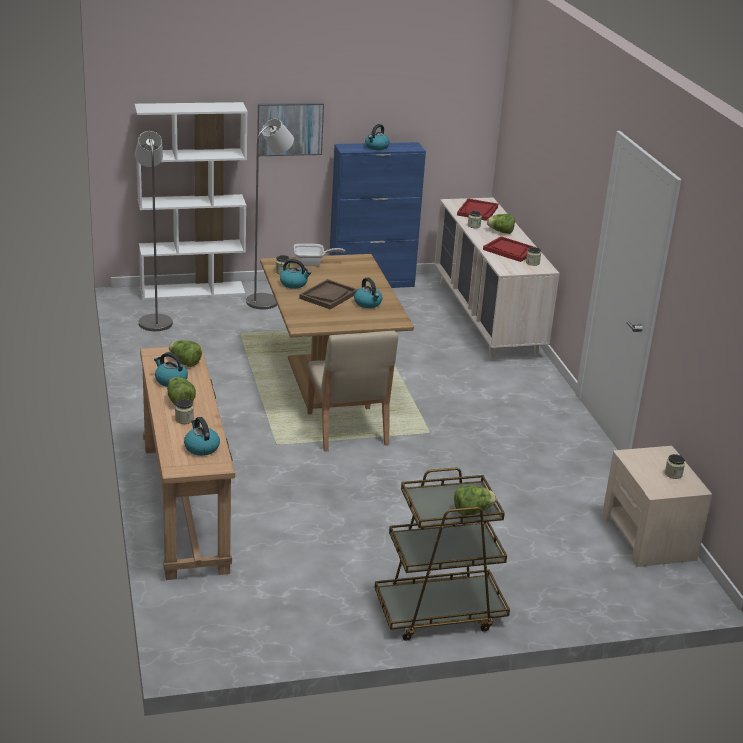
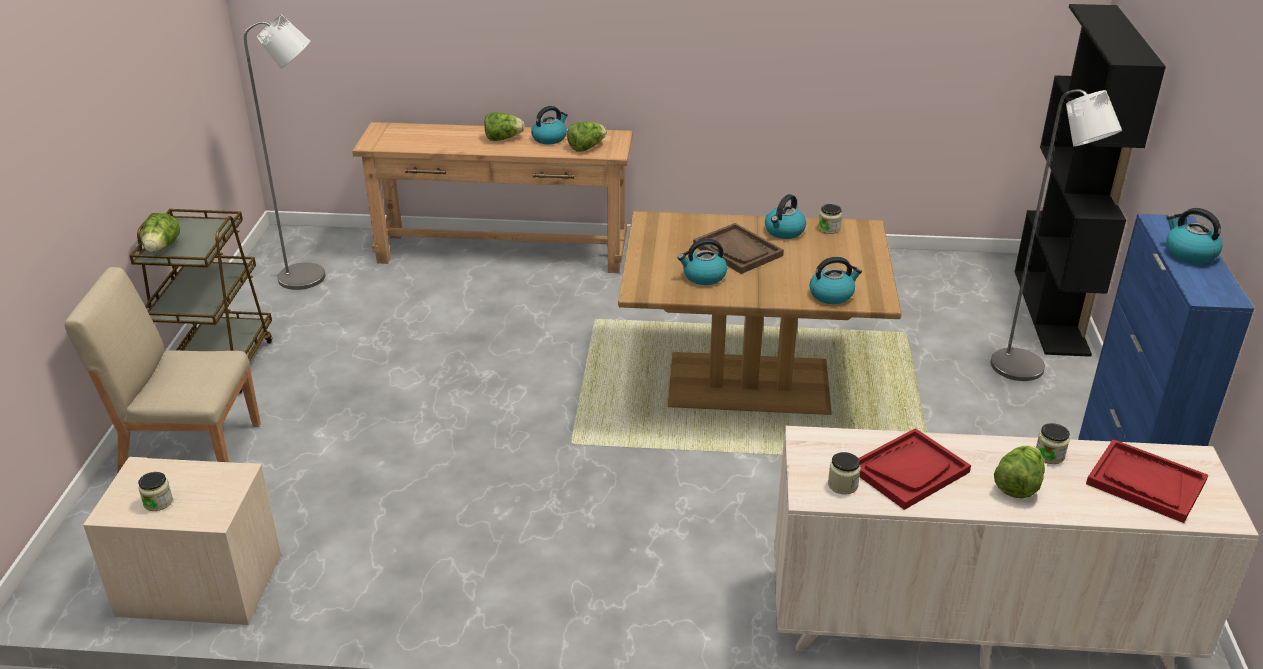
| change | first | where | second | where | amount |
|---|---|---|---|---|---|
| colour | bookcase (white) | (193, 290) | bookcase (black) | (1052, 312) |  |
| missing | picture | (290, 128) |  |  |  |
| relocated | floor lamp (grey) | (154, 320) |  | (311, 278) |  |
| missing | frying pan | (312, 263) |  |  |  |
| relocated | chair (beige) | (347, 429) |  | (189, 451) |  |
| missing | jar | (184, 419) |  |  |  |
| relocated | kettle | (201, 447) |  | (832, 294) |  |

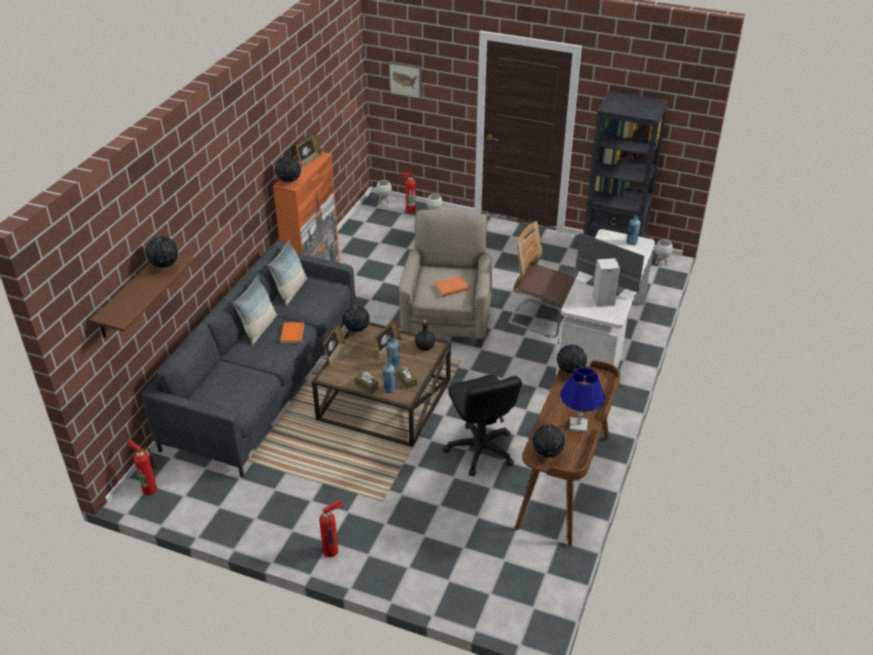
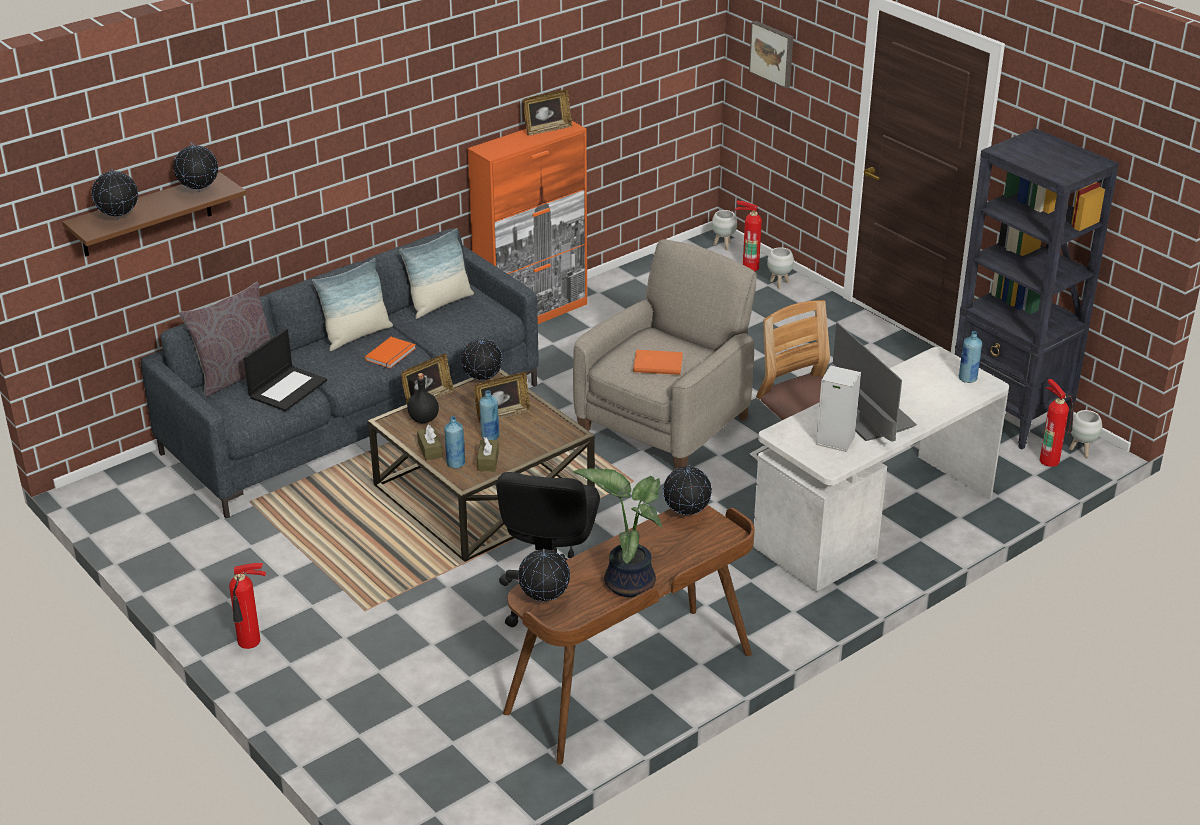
| change | first | where | second | where | amount |
|---|---|---|---|---|---|
| relocated | globe | (289, 183) |  | (119, 219) |  |
| relocated | bottle (black) | (424, 347) |  | (423, 419) |  |
| exchanged | table lamp (blue) | (578, 425) | potted plant | (628, 582) |  |
| relocated | fire extinguisher | (150, 488) |  | (1050, 459) |  |
| appeared |  |  | pillow (grey) | (237, 375) |  |
| appeared |  |  | laptop | (288, 388) |  |

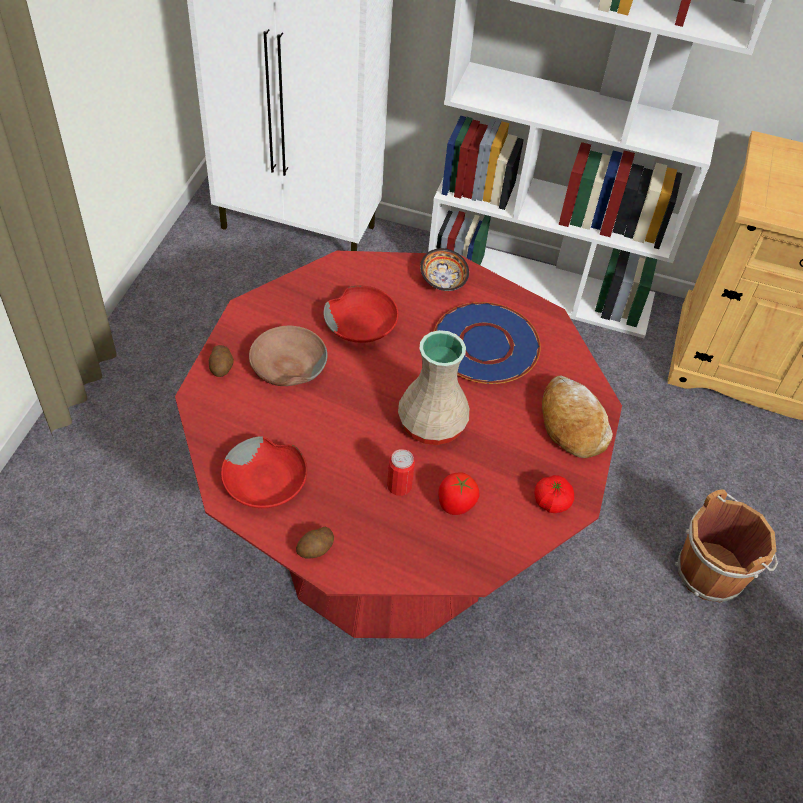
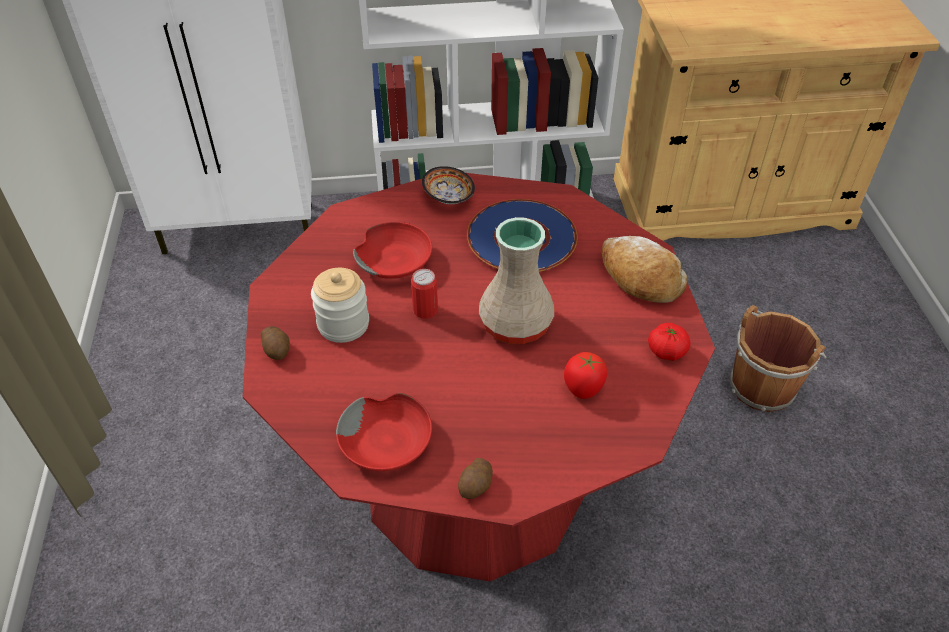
| change | first | where | second | where | amount |
|---|---|---|---|---|---|
| exchanged | bowl (brown) | (287, 365) | jar | (343, 324) |  |
| relocated | can | (399, 485) |  | (425, 310) |  |

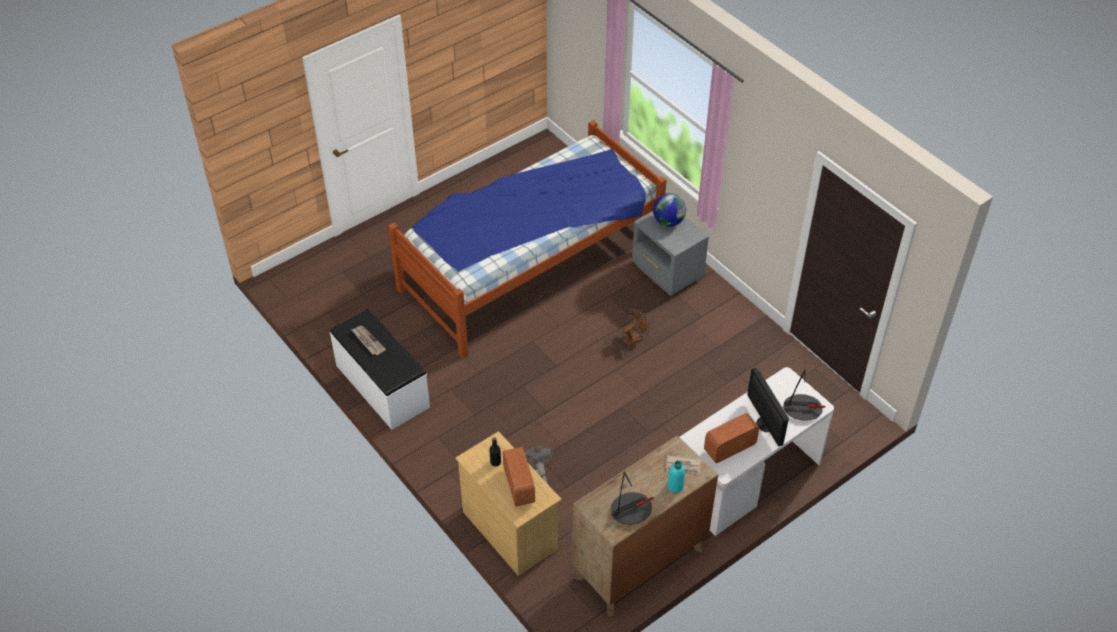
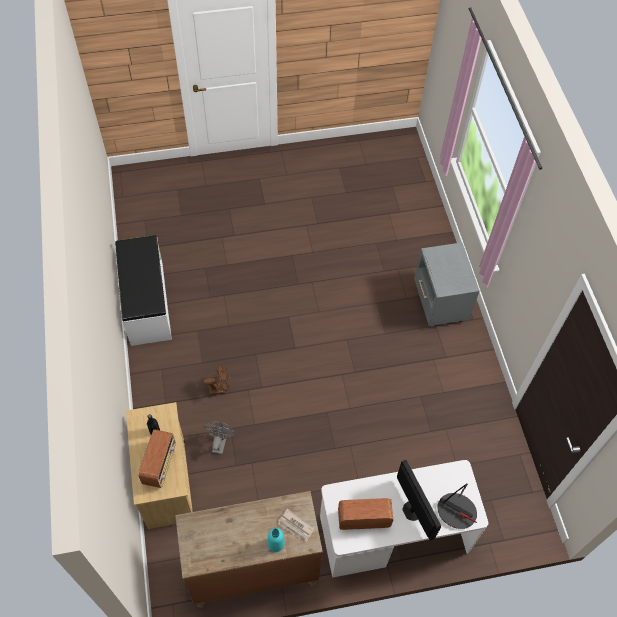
| change | first | where | second | where | amount |
|---|---|---|---|---|---|
| missing | bed | (529, 265) |  |  |  |
| missing | globe | (668, 221) |  |  |  |
| relocated | fan (brown) | (635, 338) |  | (220, 389) |  |
| missing | newspaper | (367, 341) |  |  |  |
| spun | monitor | (765, 424) |  | (412, 510) | 150 degrees clockwise |
| missing | table lamp | (631, 509) |  |  |  |

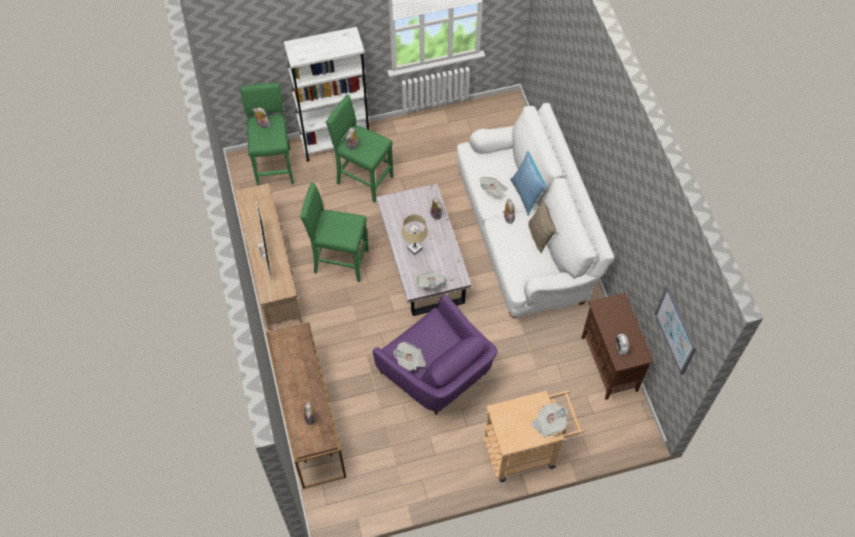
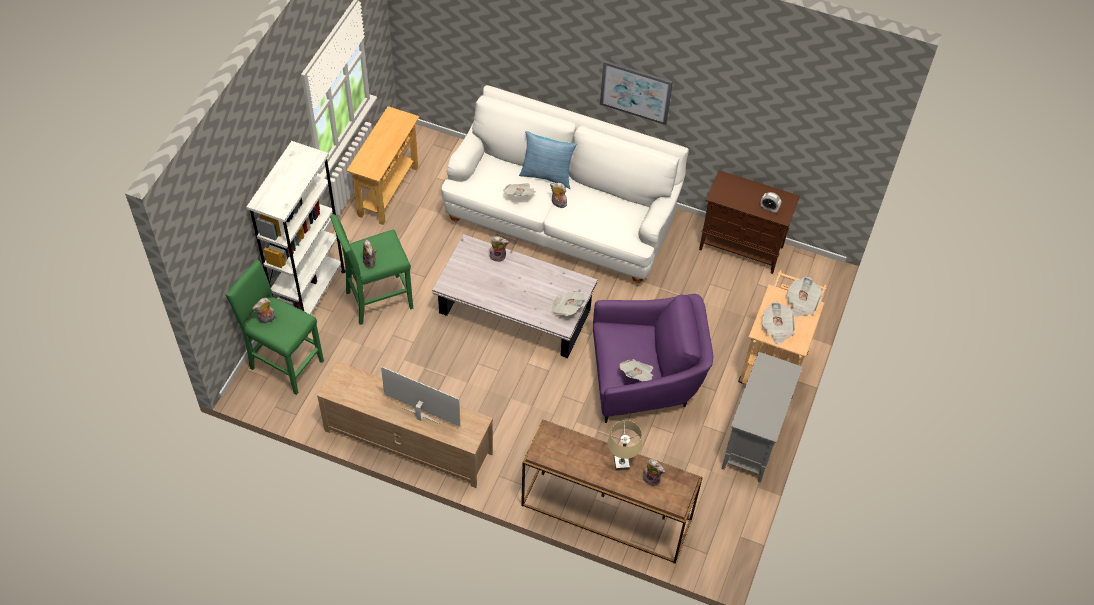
| change | first | where | second | where | amount |
|---|---|---|---|---|---|
| missing | stool (green) | (339, 261) |  |  |  |
| missing | pillow (beige) | (539, 236) |  |  |  |
| relocated | table lamp (beige) | (415, 249) |  | (621, 463) |  |
| relocated | picture | (676, 330) |  | (635, 92) |  |
| appeared |  |  | console table (beige) | (388, 191) |  |
| appeared |  |  | newspaper | (777, 328) |  |
| appeared |  |  | cabinet (grey) | (753, 442) |  |

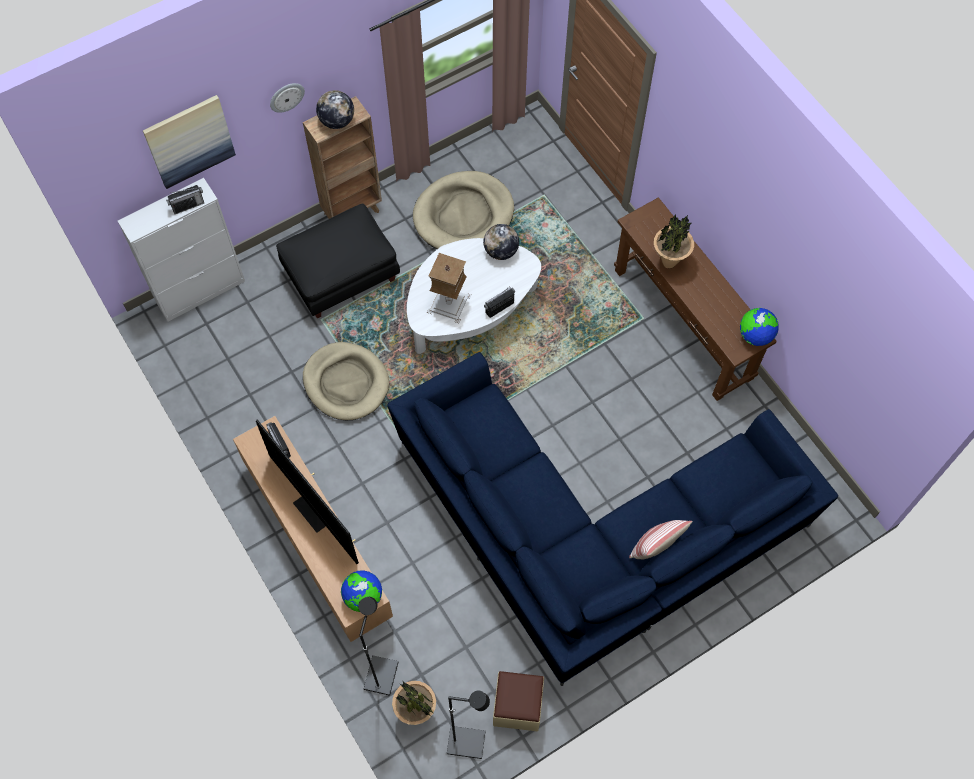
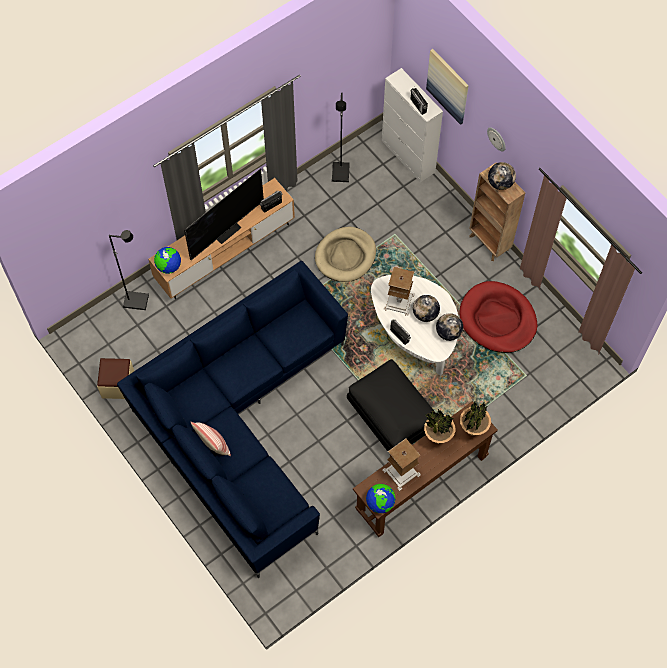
| change | first | where | second | where | amount |
|---|---|---|---|---|---|
| colour | dog bed (beige) | (463, 215) | dog bed (red) | (497, 319) |  |
| relocated | ottoman (black) | (341, 275) |  | (392, 417) |  |
| relocated | potted plant | (416, 711) |  | (472, 431) |  |
| relocated | floor lamp (black) | (466, 741) |  | (341, 173) |  |
| appeared |  |  | globe | (425, 314) |  |
| appeared |  |  | table lamp | (402, 472) |  |

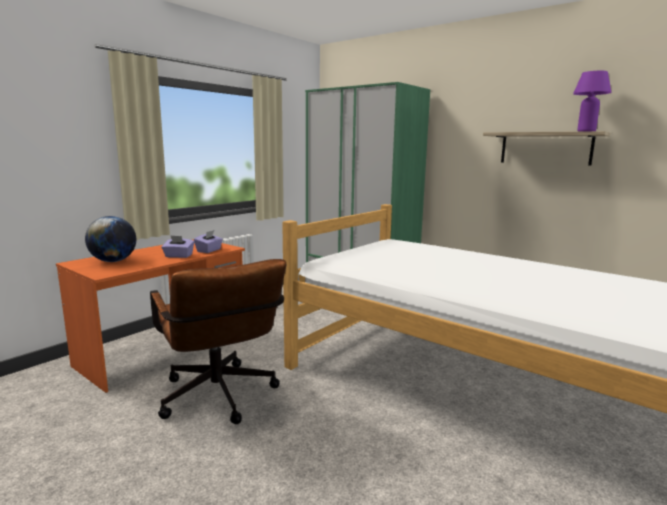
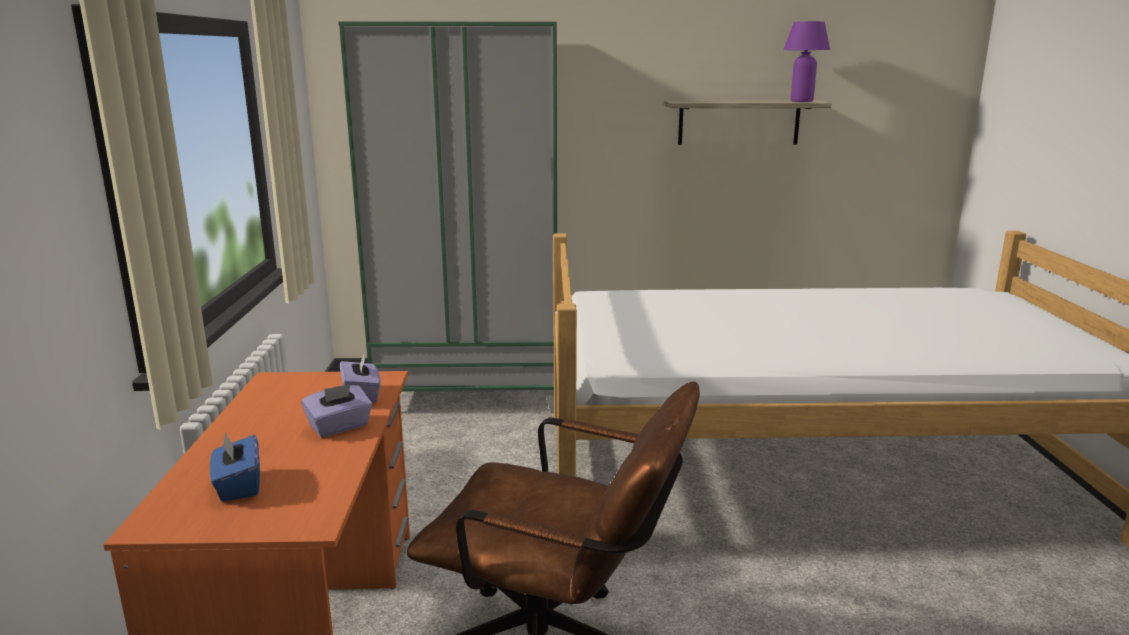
| change | first | where | second | where | amount |
|---|---|---|---|---|---|
| exchanged | globe | (113, 261) | tissue box (blue) | (238, 486) |  |

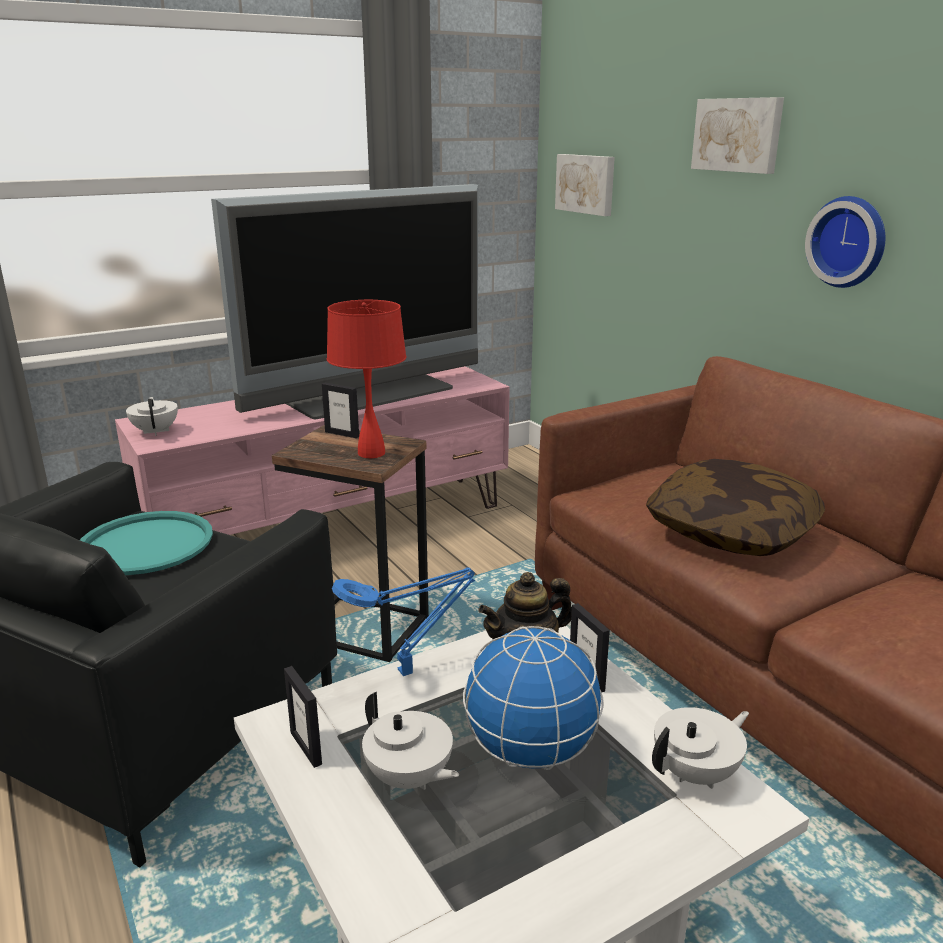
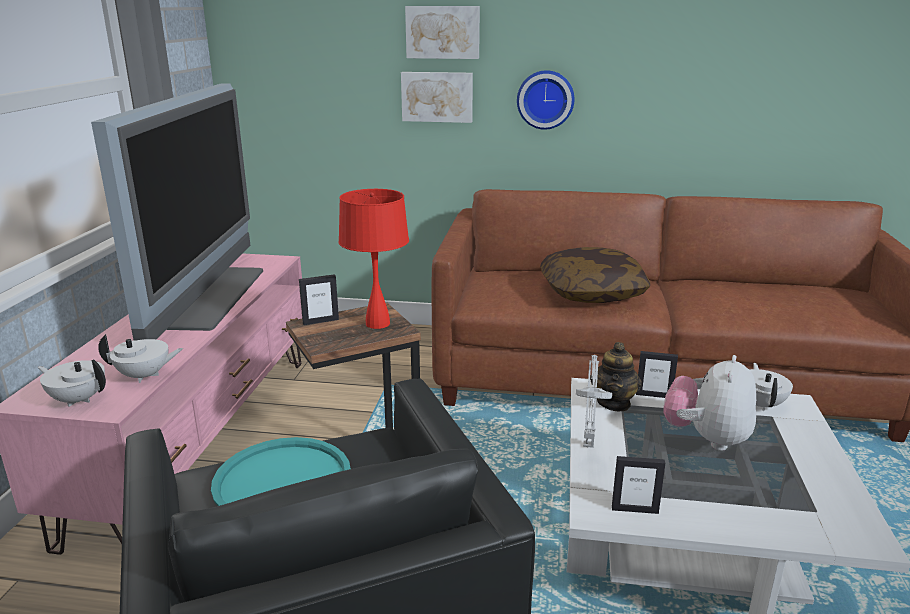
| change | first | where | second | where | amount |
|---|---|---|---|---|---|
| relocated | picture | (586, 184) |  | (437, 96) |  |
| colour | table lamp (blue) | (409, 671) | table lamp (grey) | (588, 444) |  |
| exchanged | globe | (530, 752) | plush toy | (706, 438) |  |
| relocated | teapot (white) | (409, 778) |  | (144, 376) |  |

